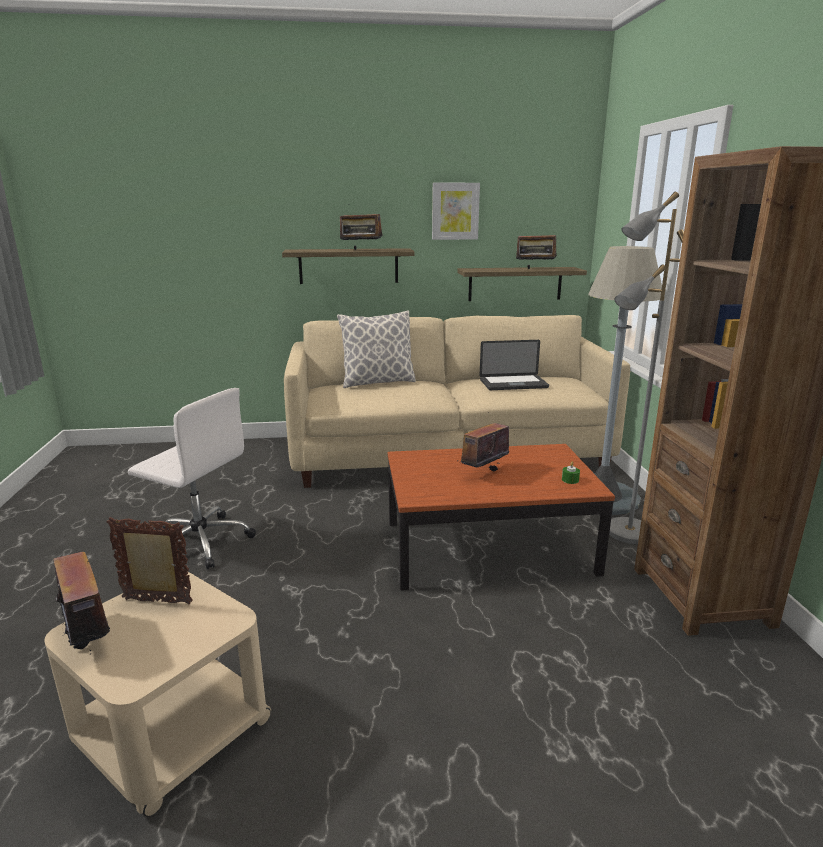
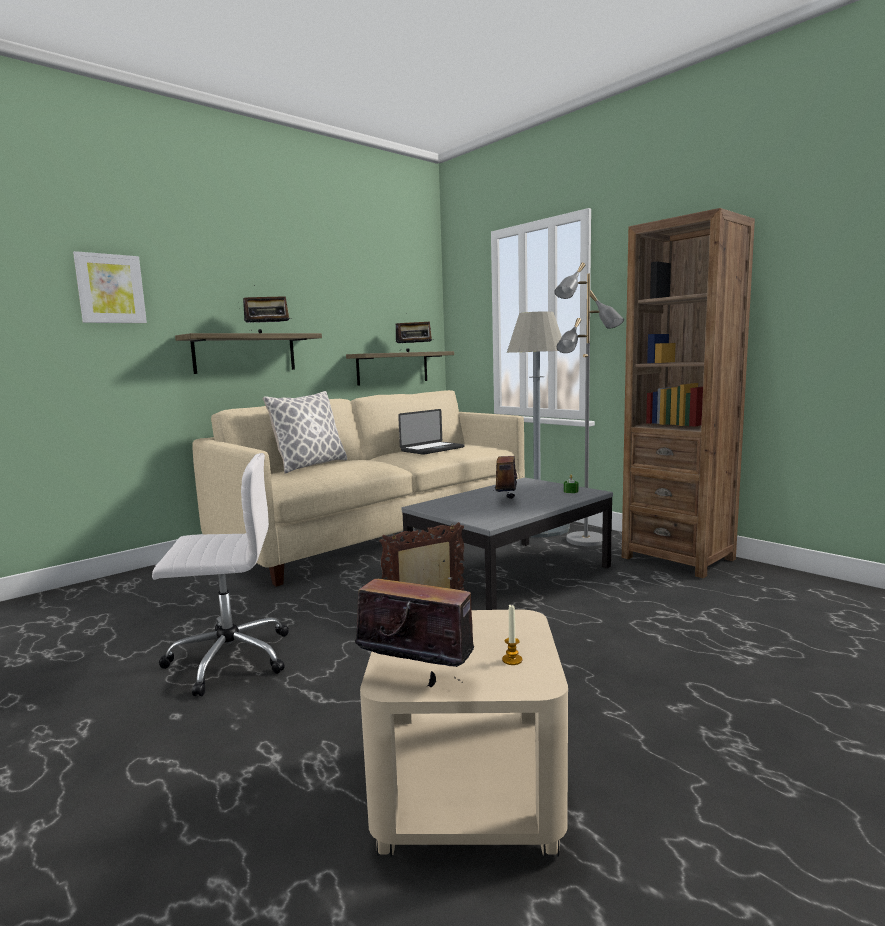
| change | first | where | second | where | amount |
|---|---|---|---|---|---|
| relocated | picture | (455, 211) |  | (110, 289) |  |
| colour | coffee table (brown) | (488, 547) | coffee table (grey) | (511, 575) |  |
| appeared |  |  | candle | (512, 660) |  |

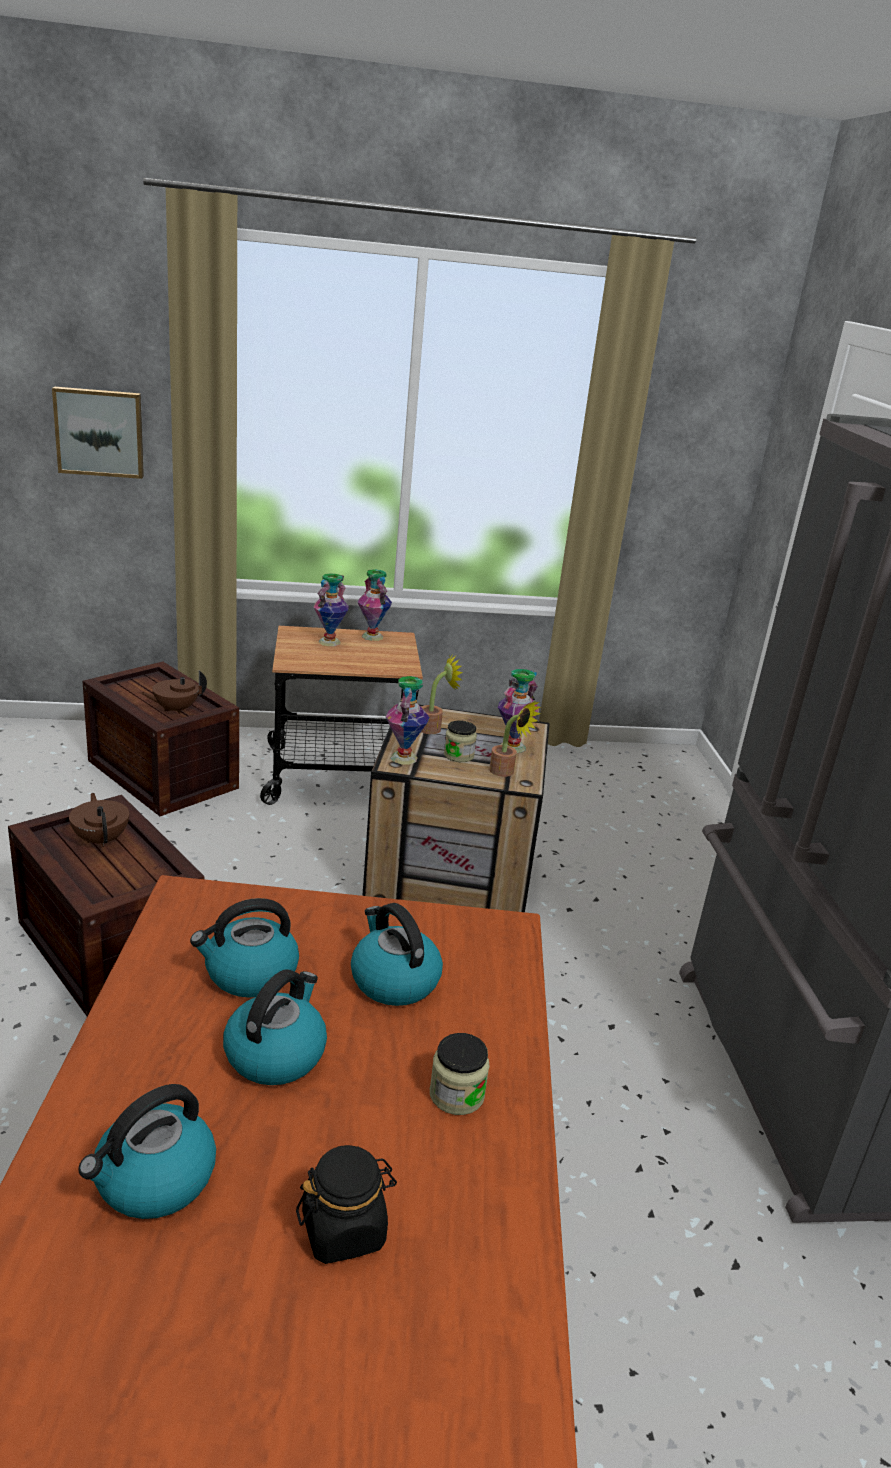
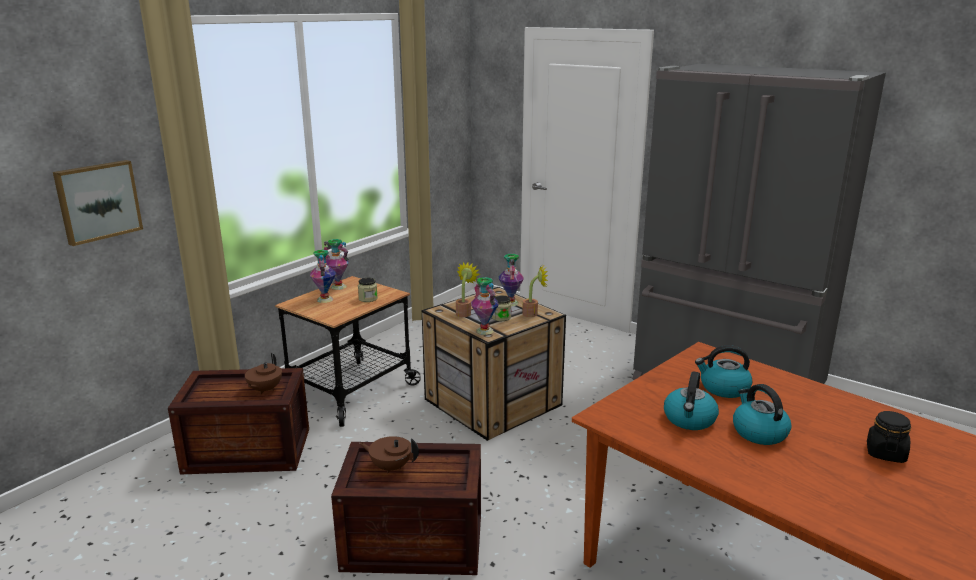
| change | first | where | second | where | amount |
|---|---|---|---|---|---|
| relocated | jar | (456, 1094) |  | (368, 299) |  |
| missing | kettle | (153, 1180) |  |  |  |

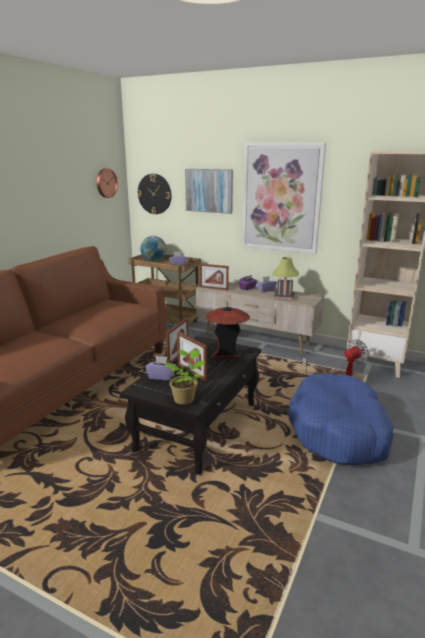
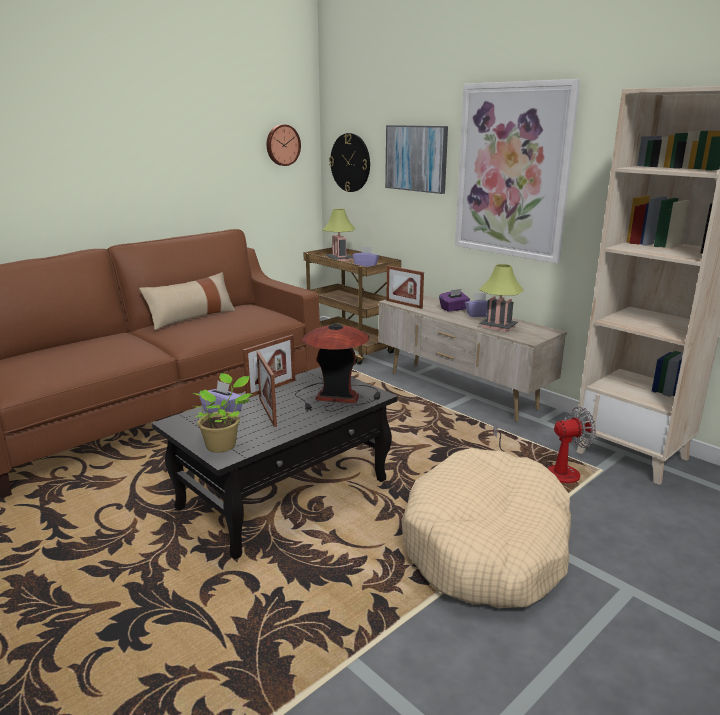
| change | first | where | second | where | amount |
|---|---|---|---|---|---|
| exchanged | globe | (154, 261) | table lamp | (339, 259) |  |
| colour | dog bed (blue) | (339, 431) | dog bed (beige) | (487, 546) |  |
| appeared |  |  | pillow (beige) | (192, 318) |  |

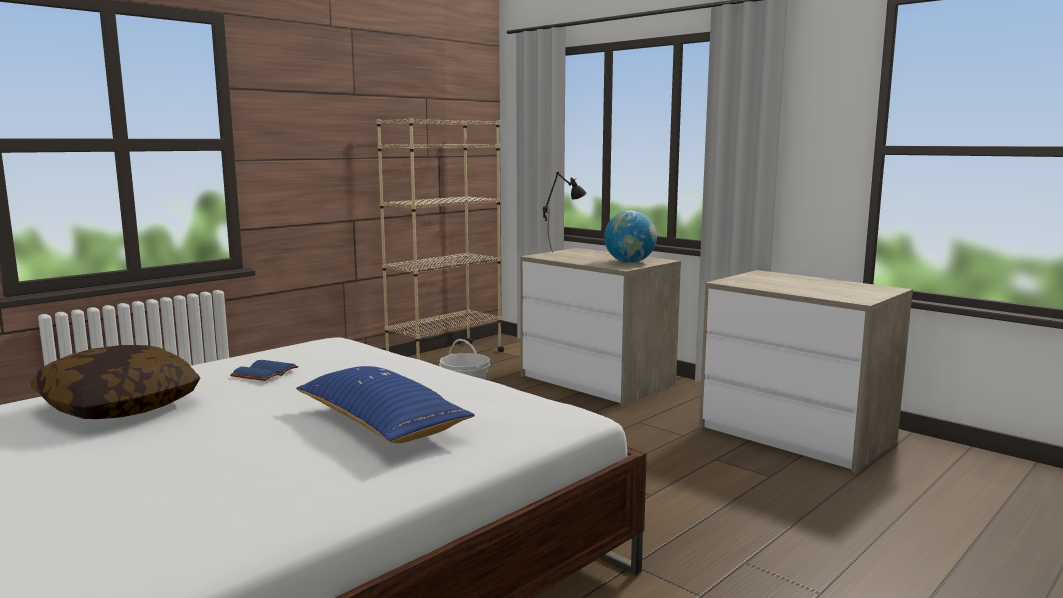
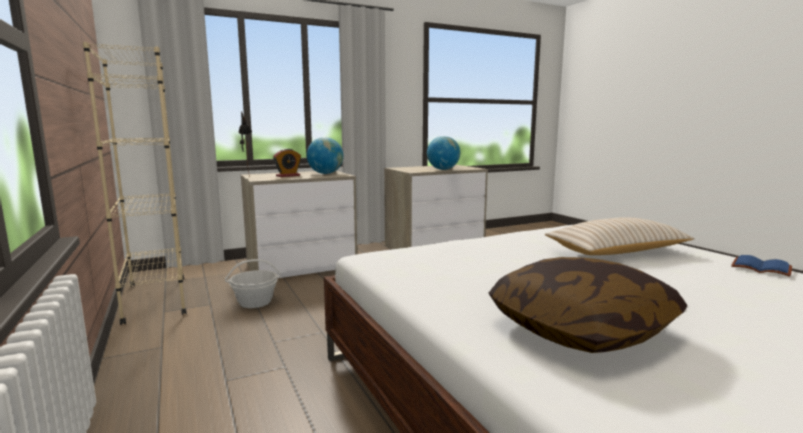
| change | first | where | second | where | amount |
|---|---|---|---|---|---|
| relocated | book (blue) | (264, 372) |  | (760, 268) |  |
| colour | pillow (blue) | (381, 423) | pillow (beige) | (616, 251) |  |
| appeared |  |  | globe | (443, 169) |  |
| appeared |  |  | alarm clock | (288, 176) |  |

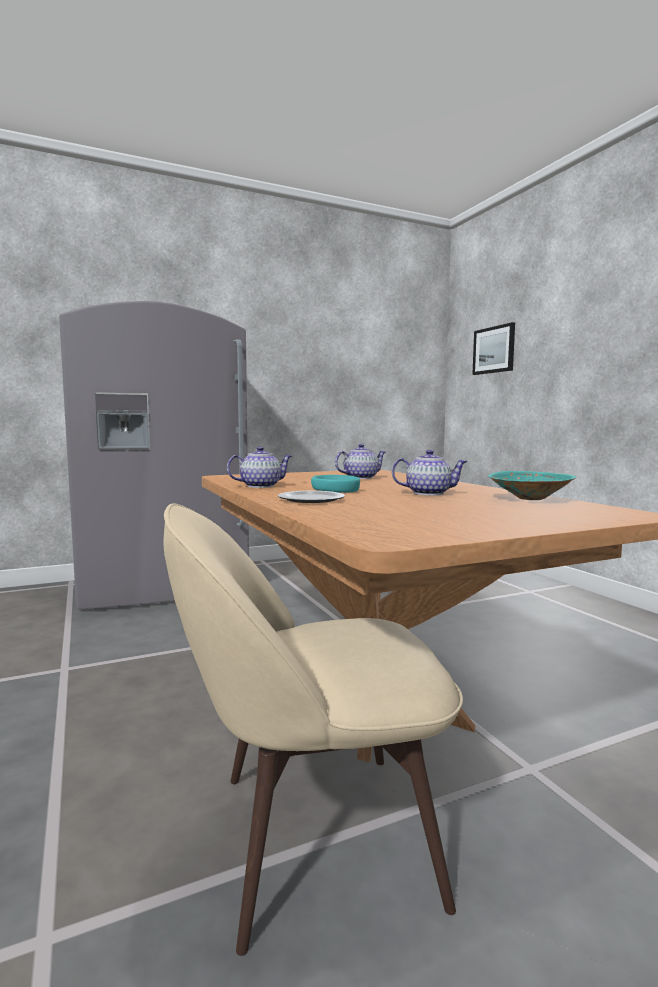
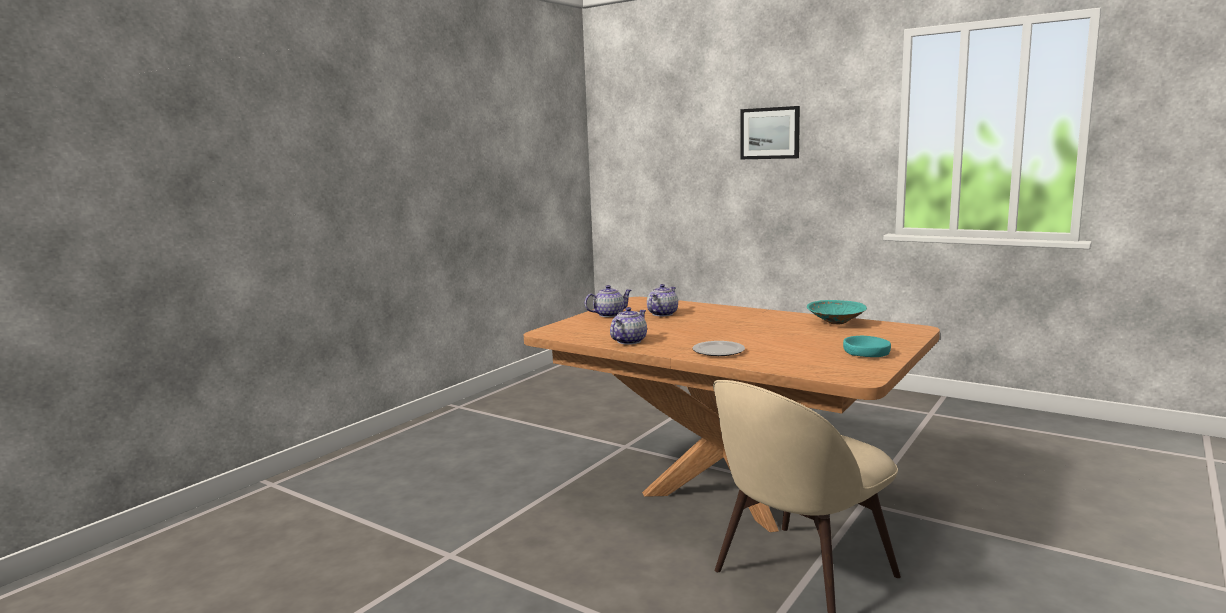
| change | first | where | second | where | amount |
|---|---|---|---|---|---|
| missing | fridge (grey) | (162, 586) |  |  |  |
| relocated | picture | (494, 350) |  | (770, 133) |  |
| relocated | teapot | (428, 493) |  | (608, 315) |  |
| relocated | bowl (turquoise) | (335, 490) |  | (866, 353) |  |

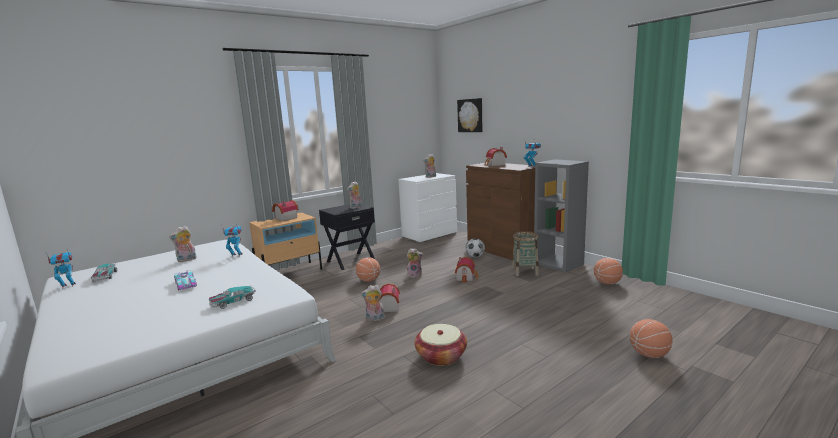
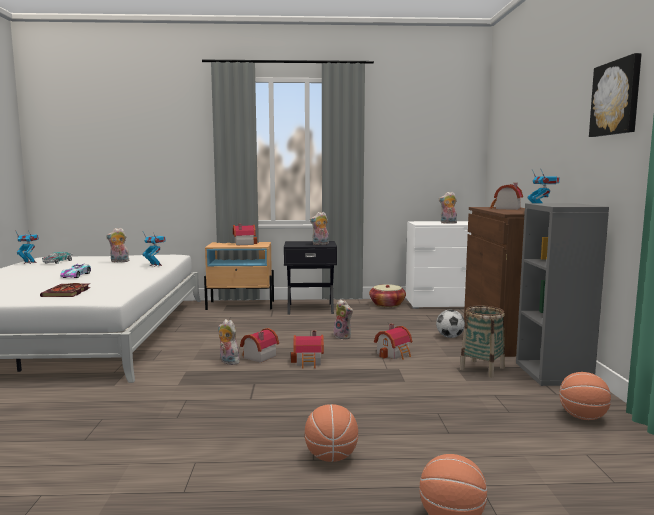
| change | first | where | second | where | amount |
|---|---|---|---|---|---|
| relocated | picture | (470, 115) |  | (617, 98) |  |
| relocated | basketball | (368, 280) |  | (331, 457) |  |
| exchanged | toy car | (232, 302) | book | (67, 293) |  |
| relocated | basket | (441, 356) |  | (387, 304) |  |
| appeared |  |  | toy house | (309, 362) |  |

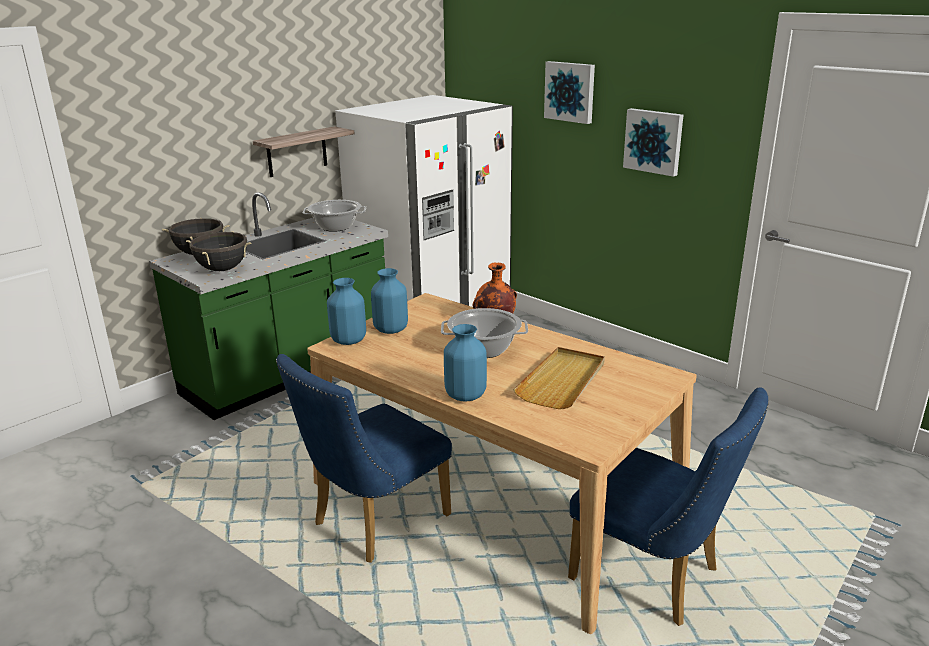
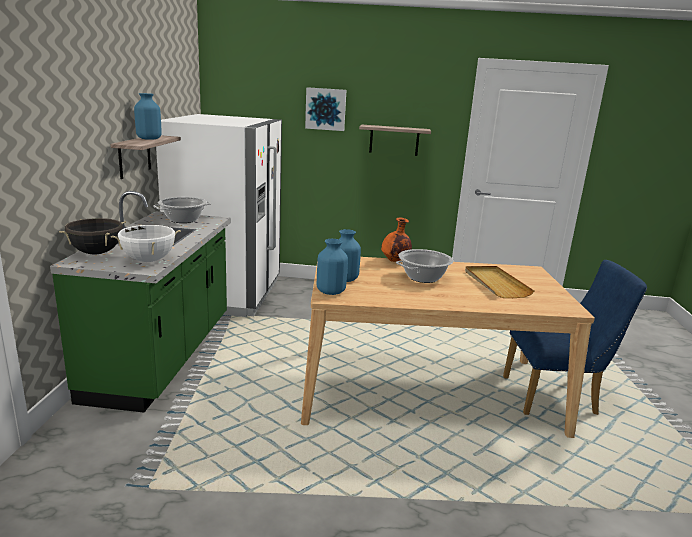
| change | first | where | second | where | amount |
|---|---|---|---|---|---|
| exchanged | picture | (654, 141) | shelf | (394, 140) |  |
| colour | cooking pot (black) | (222, 269) | cooking pot (white) | (148, 260) |  |
| relocated | vase (blue) | (465, 395) |  | (149, 139) |  |
| missing | chair (blue) | (373, 523) |  |  |  |

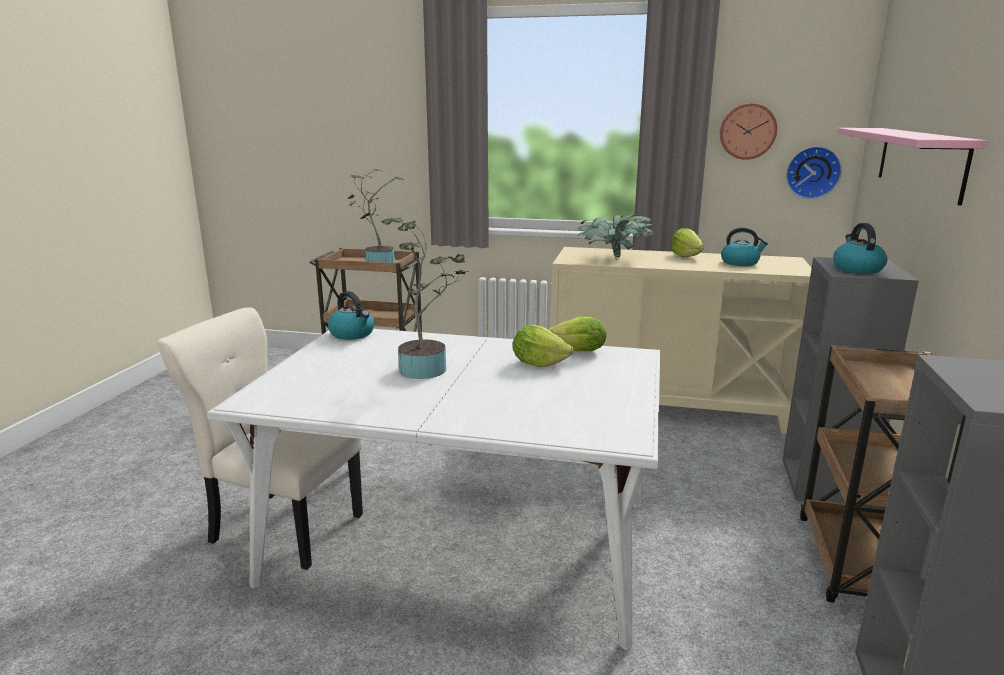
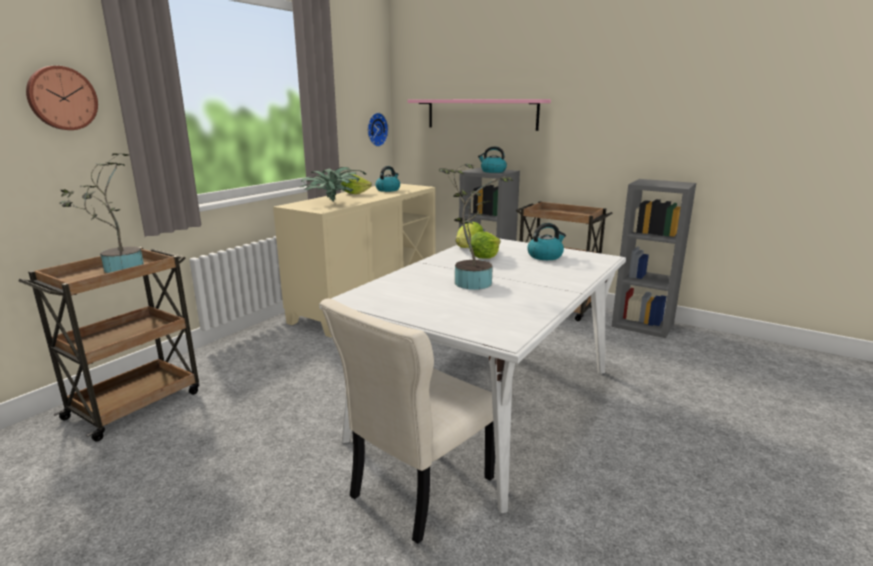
| change | first | where | second | where | amount |
|---|---|---|---|---|---|
| relocated | wall clock | (747, 131) |  | (61, 98) |  |
| relocated | kettle | (353, 334) |  | (545, 256) |  |

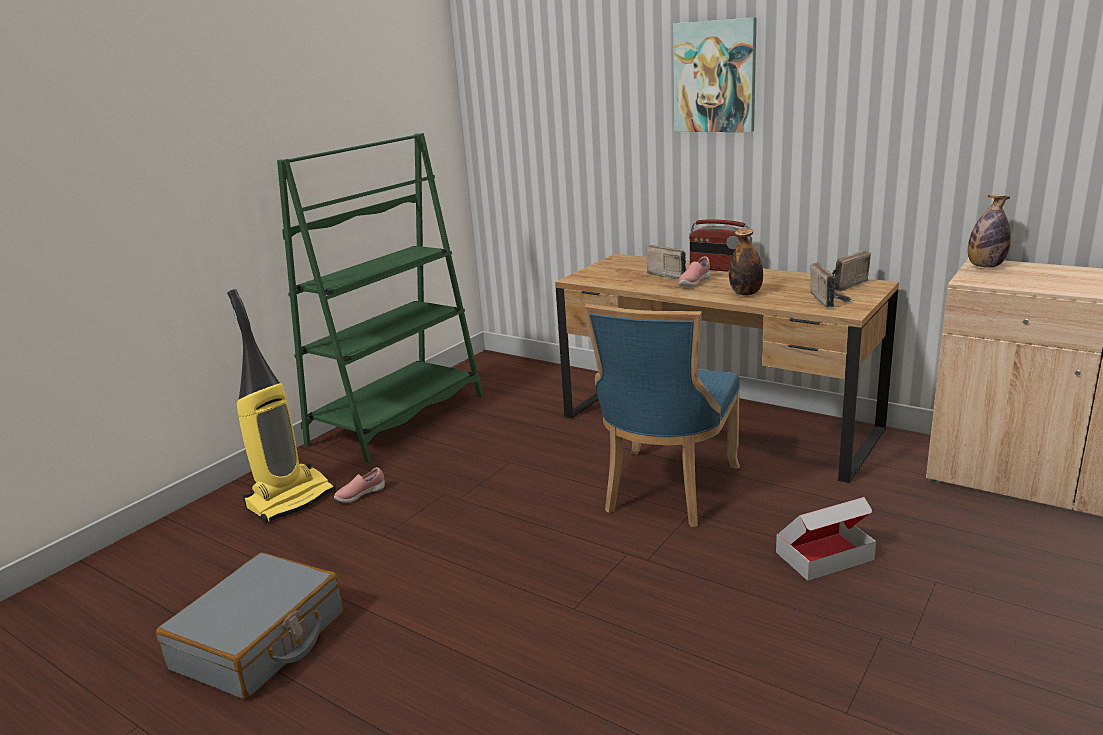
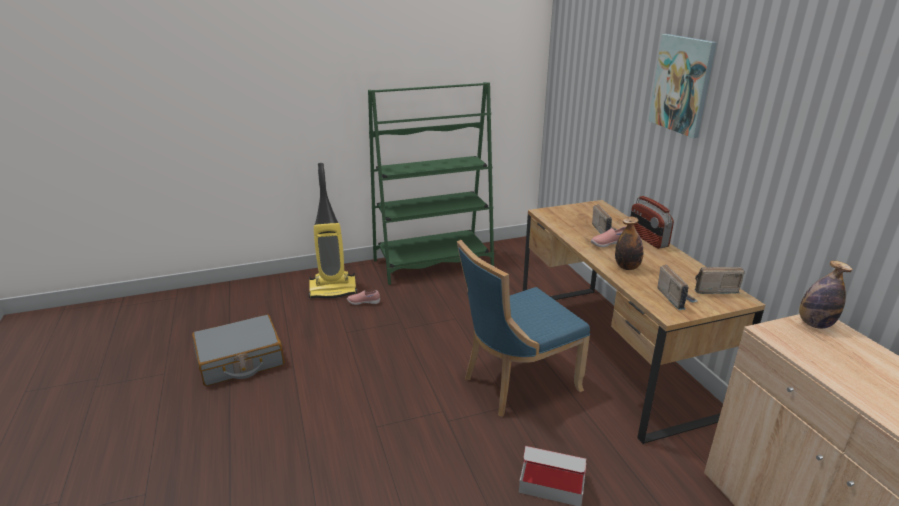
| change | first | where | second | where | amount |
|---|---|---|---|---|---|
| spun | radio | (829, 300) |  | (675, 298) | 45 degrees counterclockwise |

